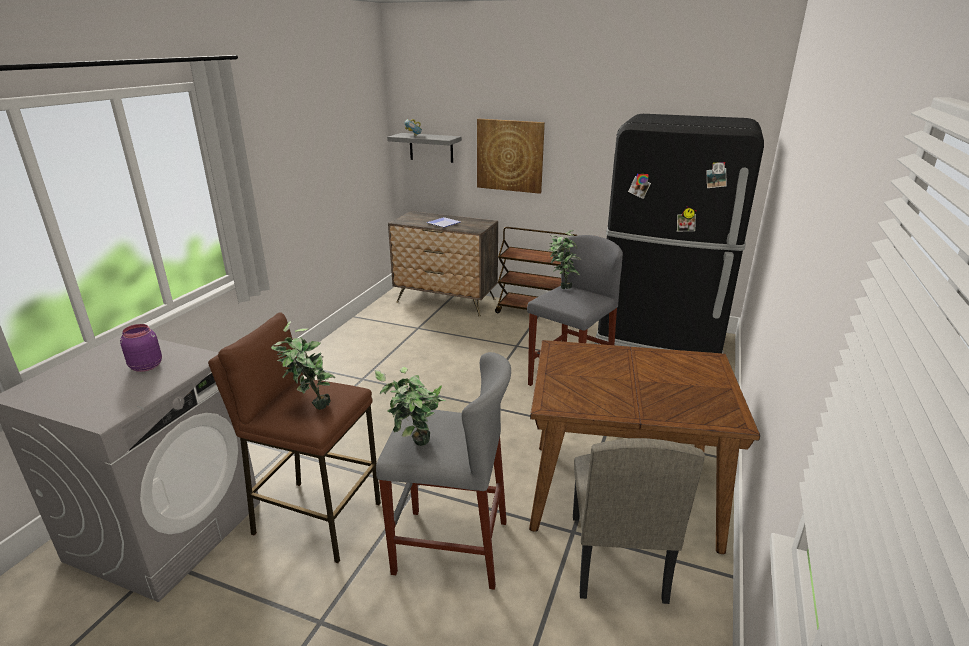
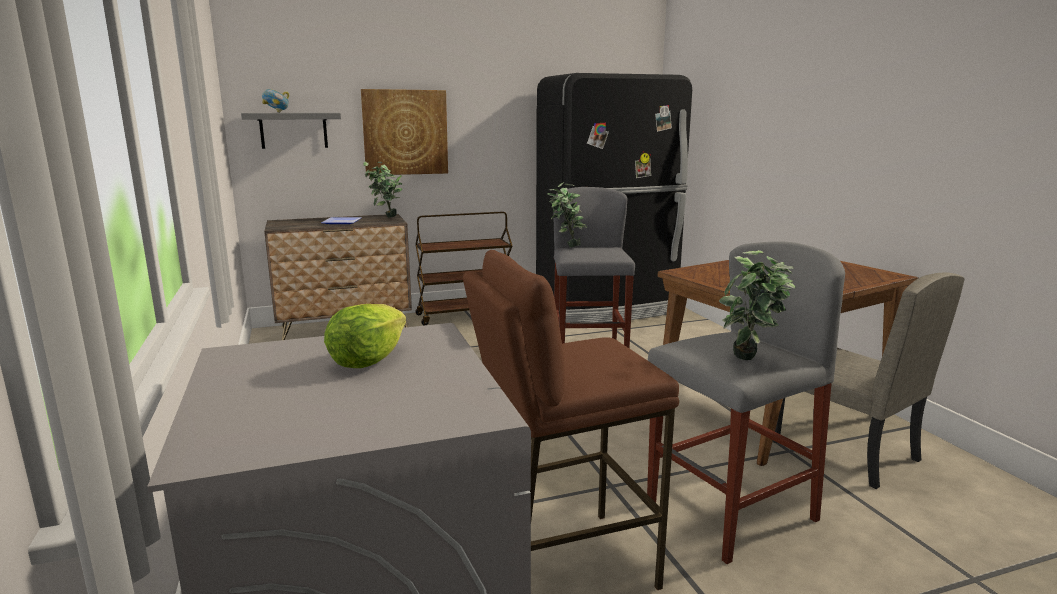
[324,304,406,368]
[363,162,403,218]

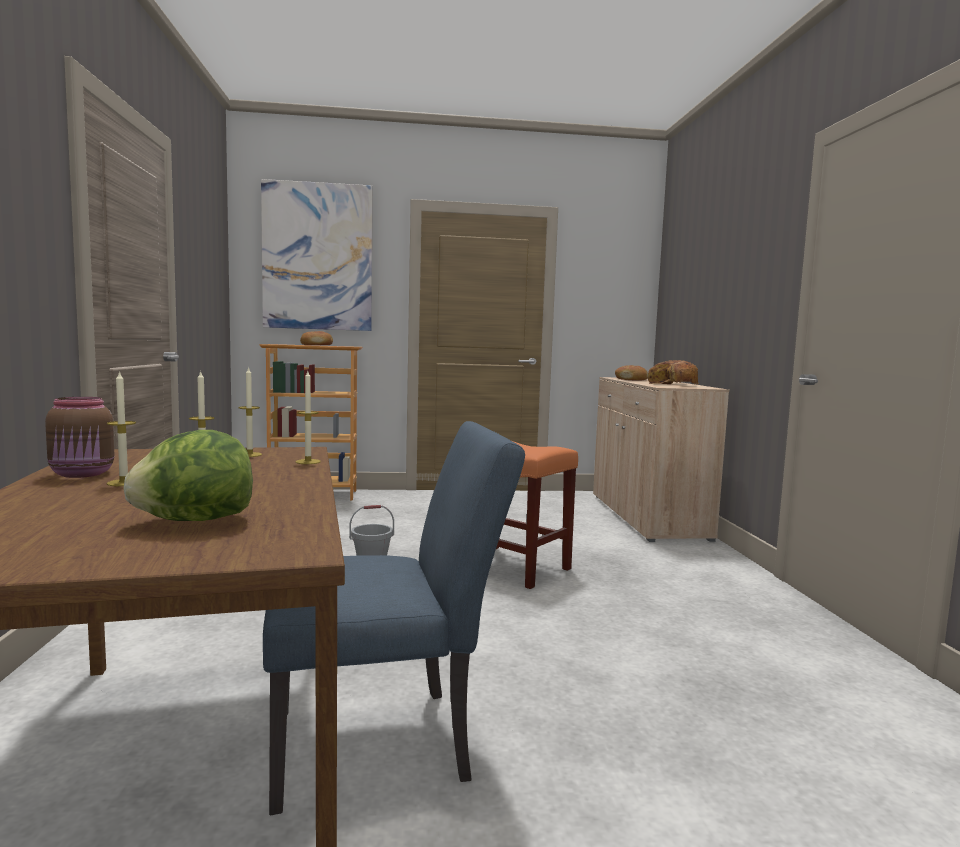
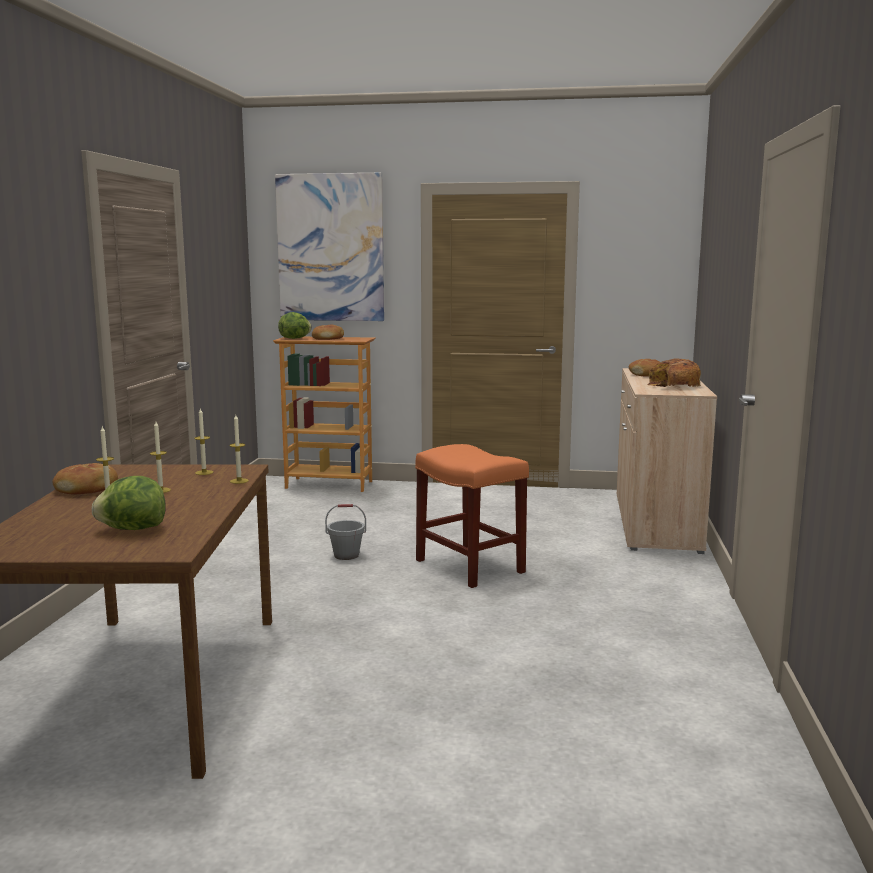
[52,463,118,494]
[263,421,525,815] (first image)
[278,312,312,339]

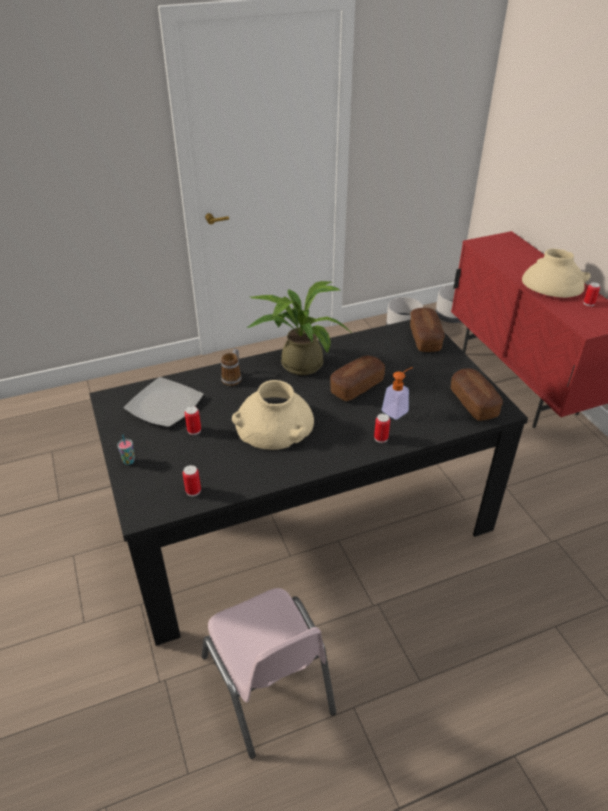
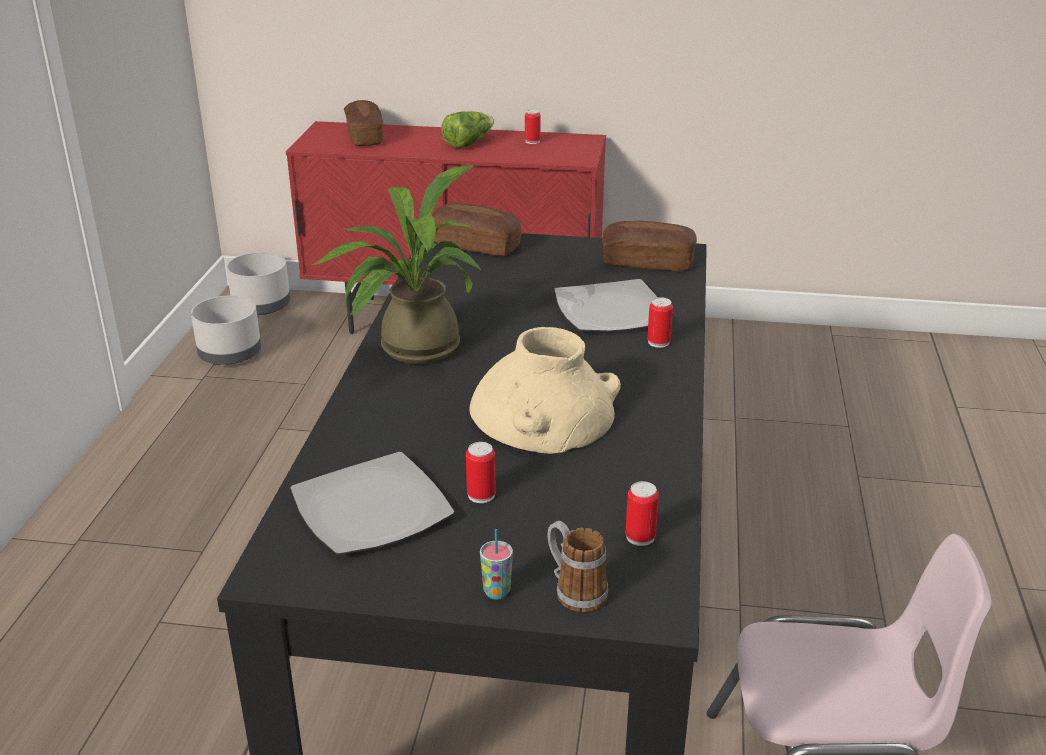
[548,521,608,612]
[344,100,383,146]
[554,279,658,332]
[441,111,494,149]

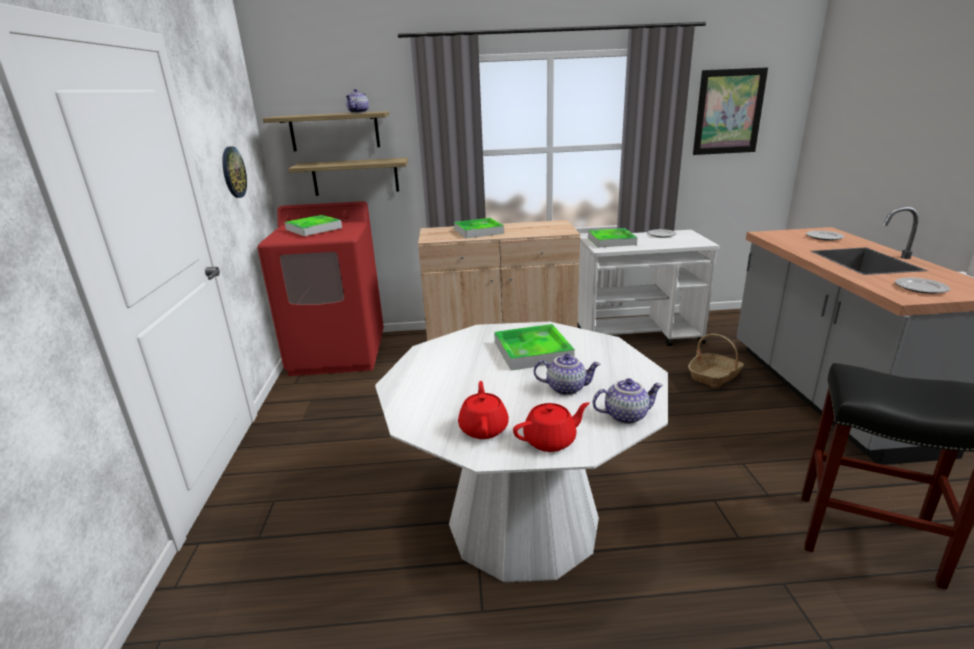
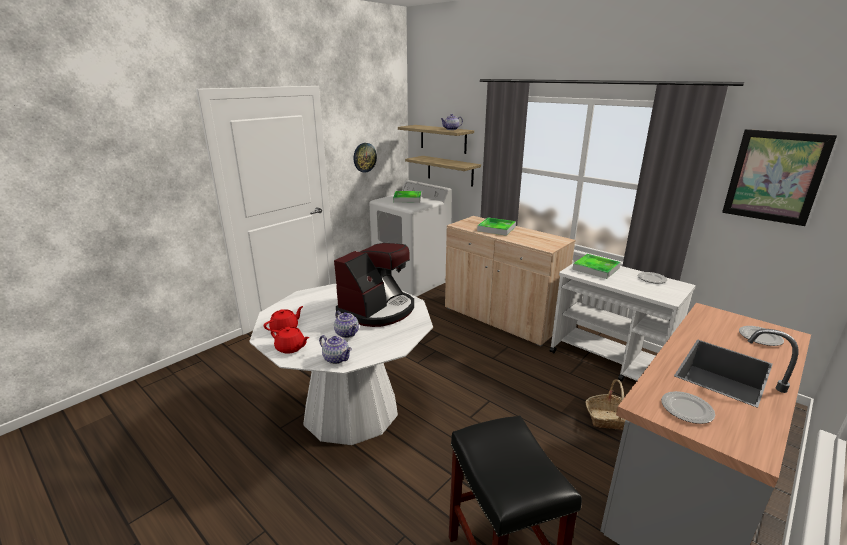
[369,180,452,297]
[334,243,414,327]

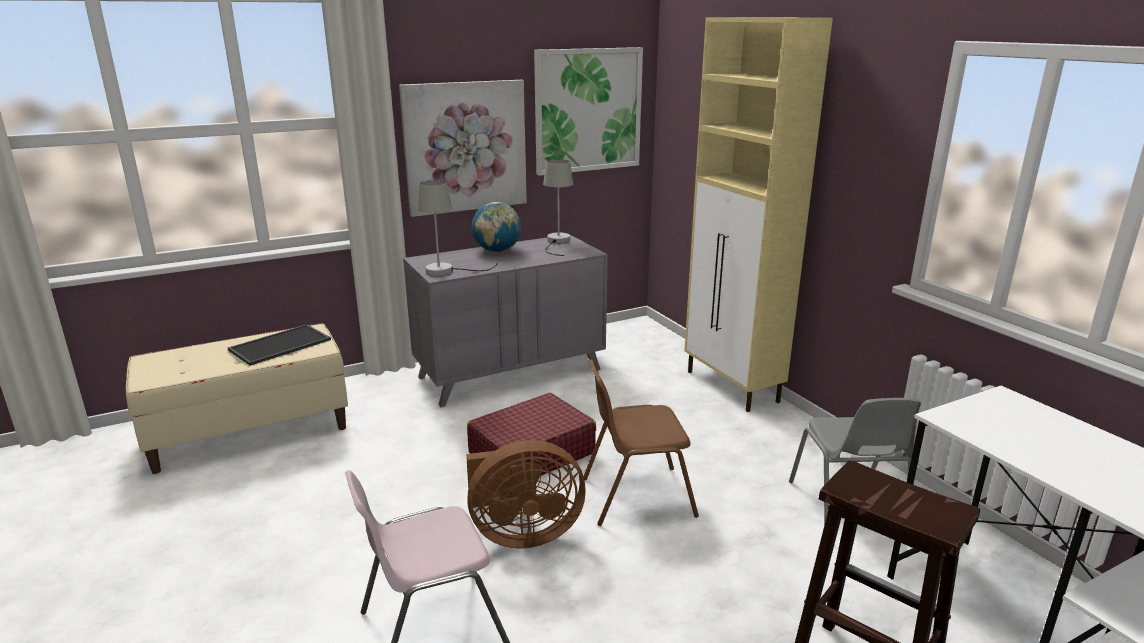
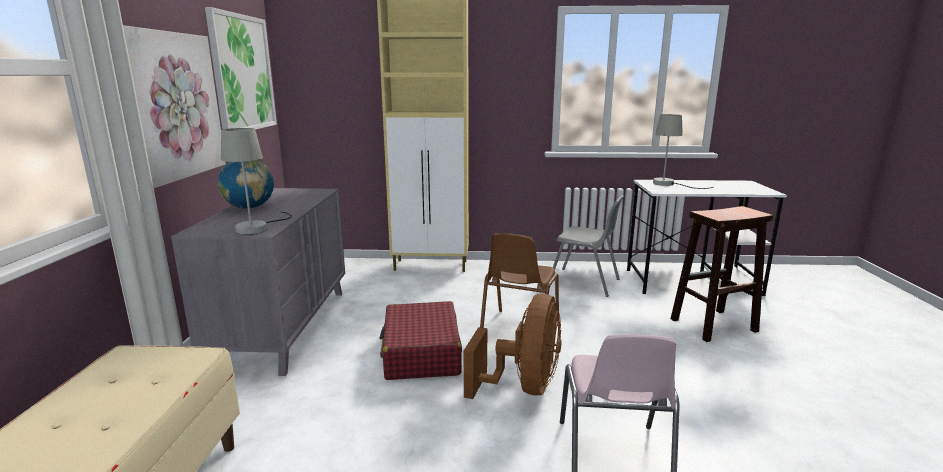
[228,324,331,366] (first image)
[653,114,714,189]

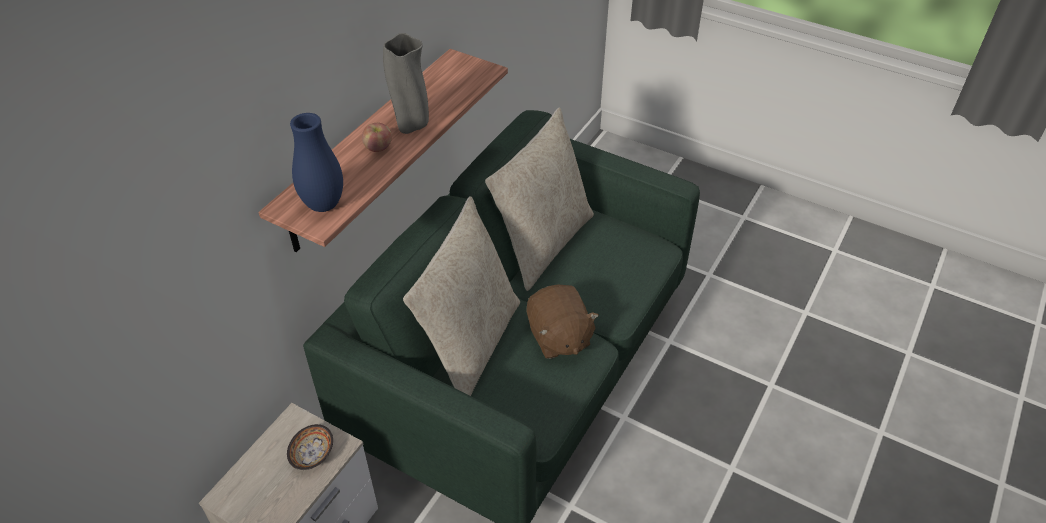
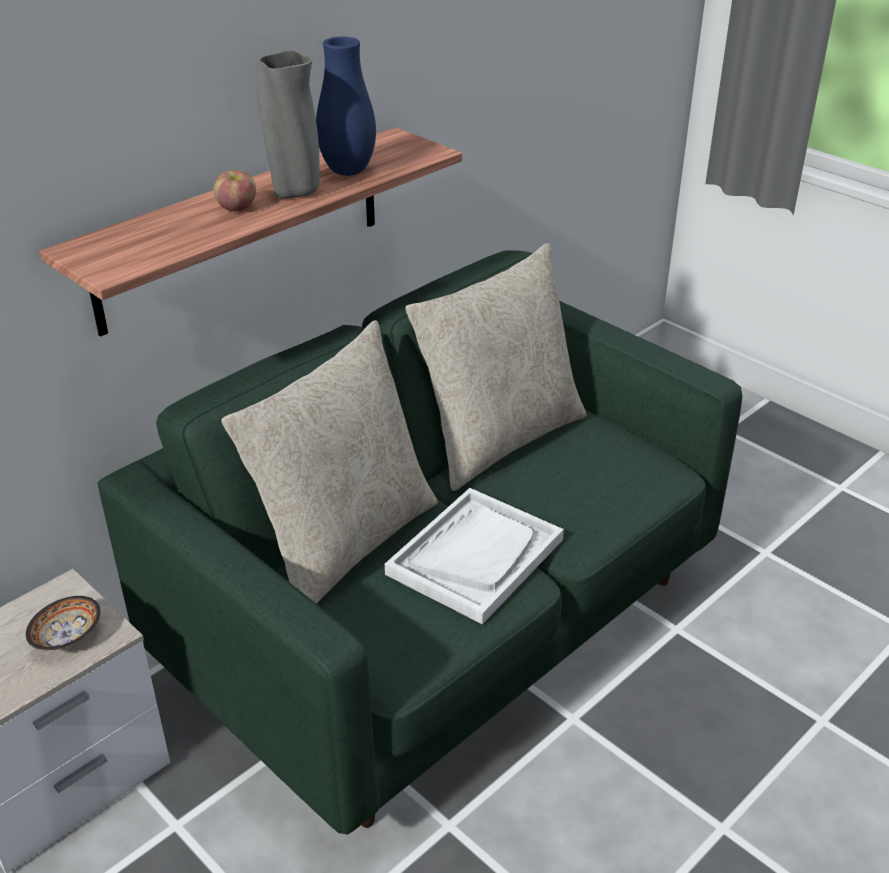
[316,37,376,176]
[385,488,564,624]

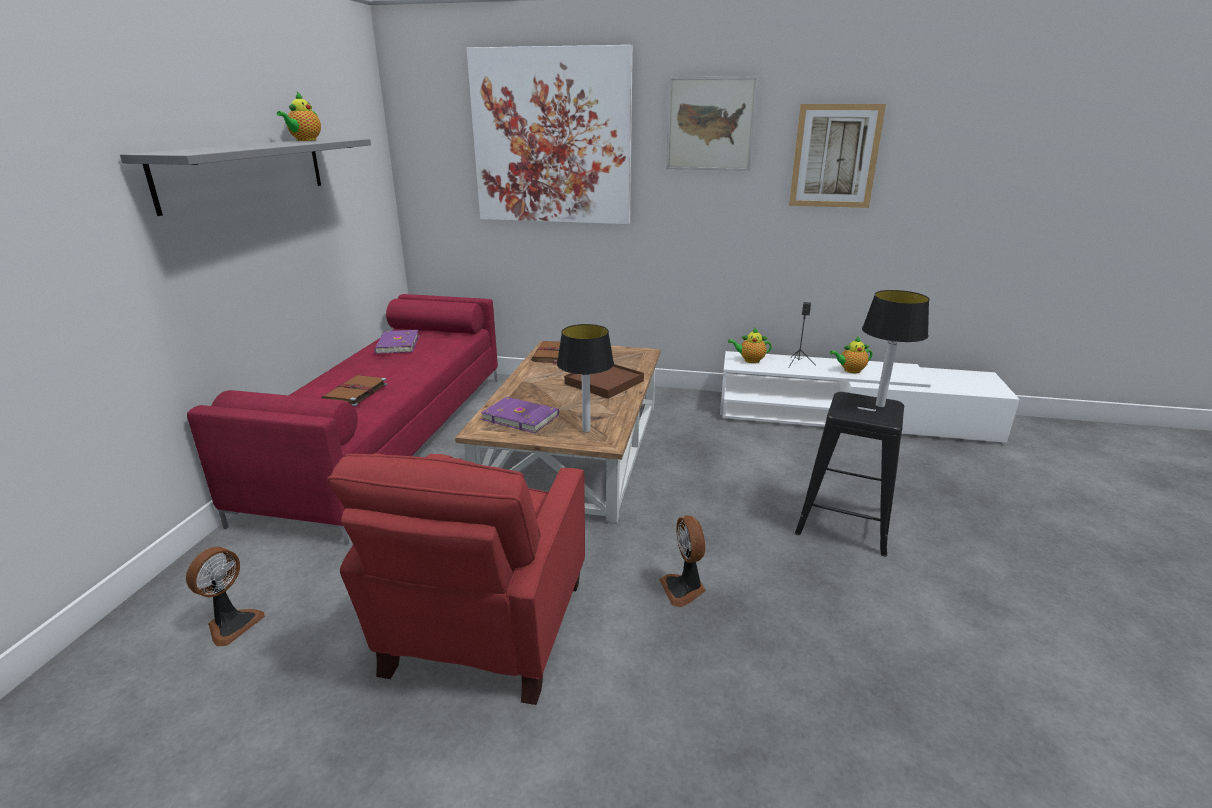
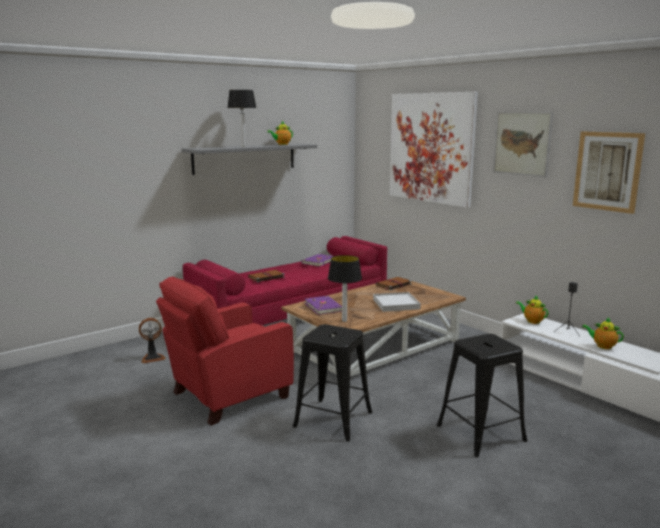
[373,292,421,312]
[293,324,372,442]
[227,90,256,147]

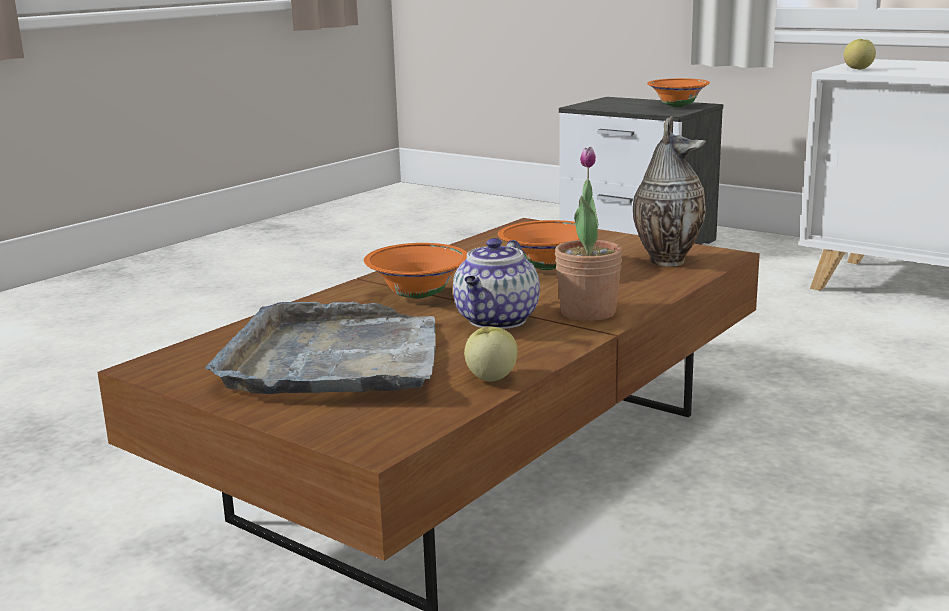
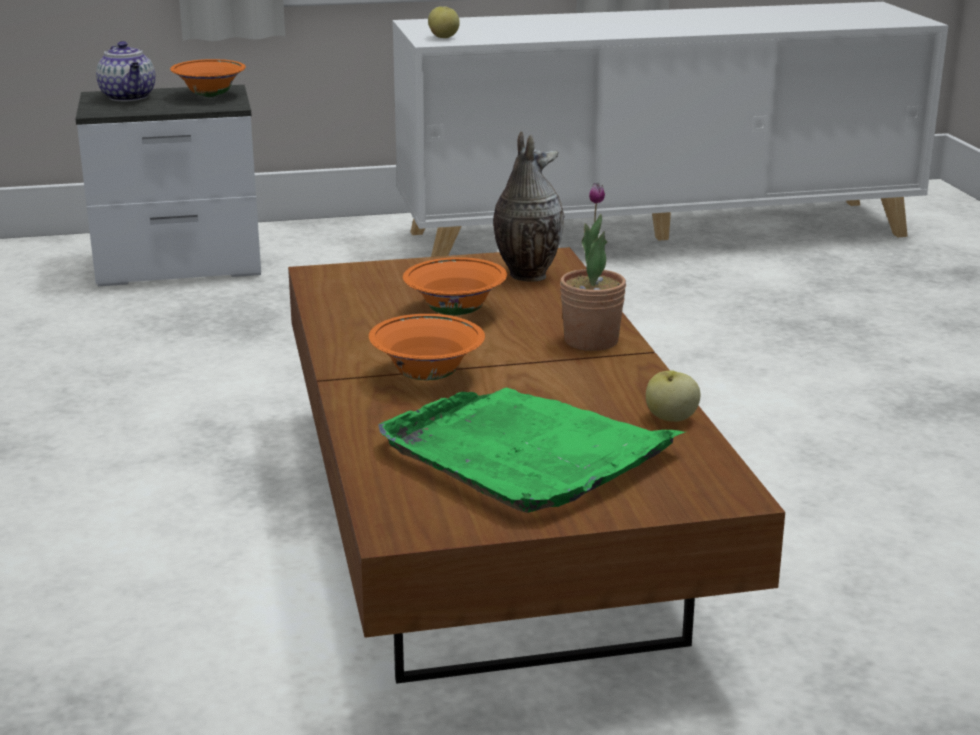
[378,388,685,513]
[96,41,156,102]

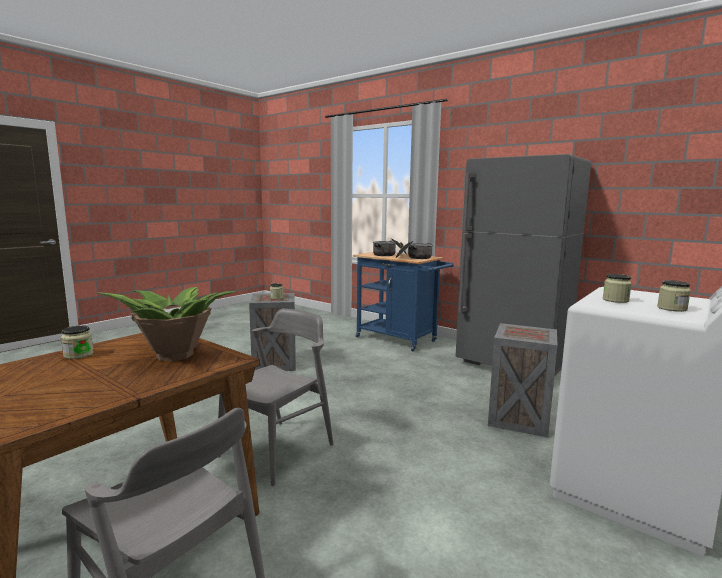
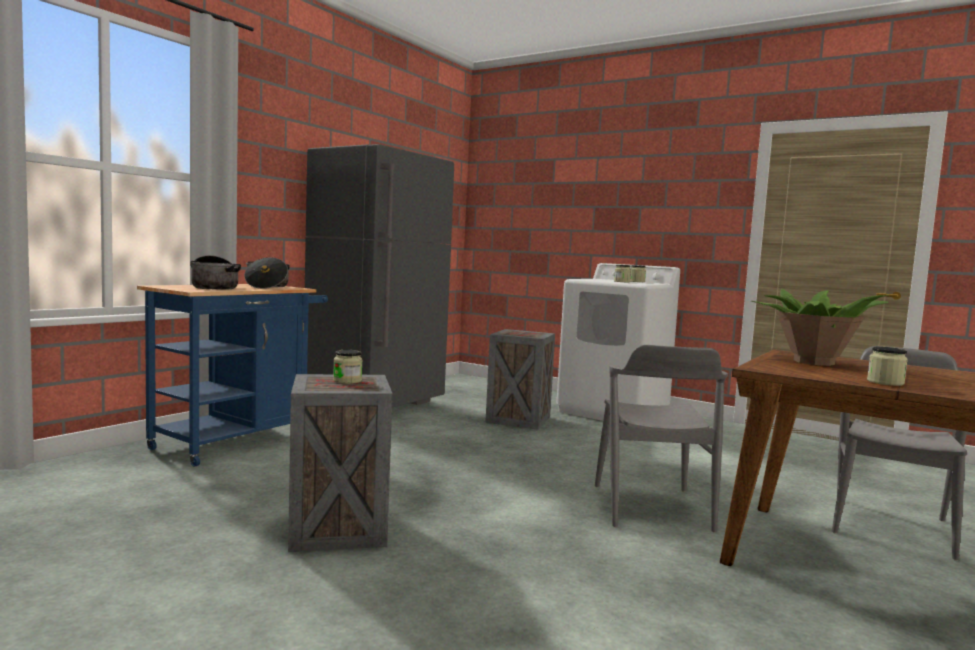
[595,345,728,533]

